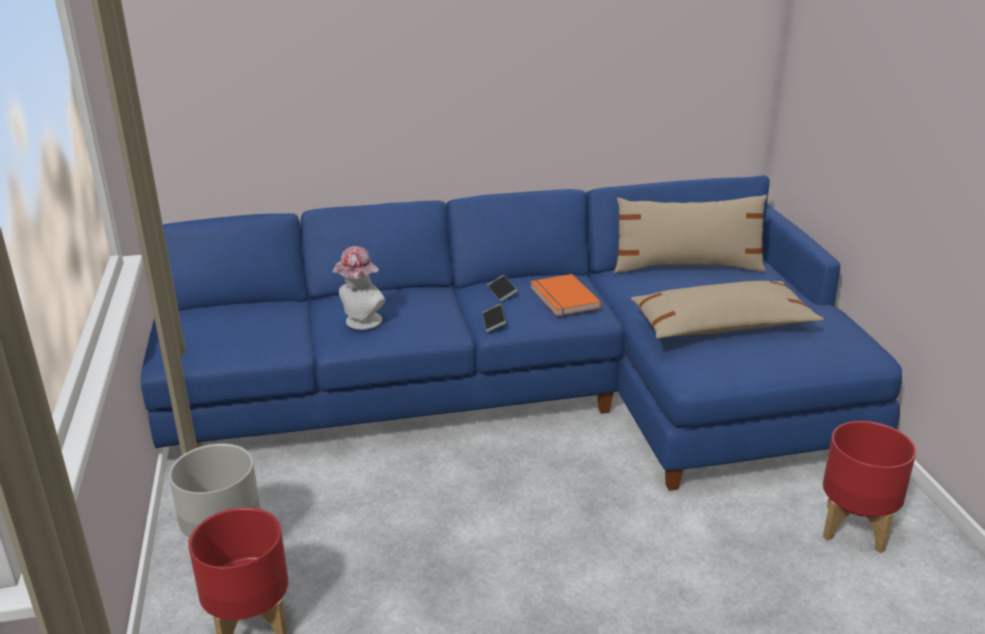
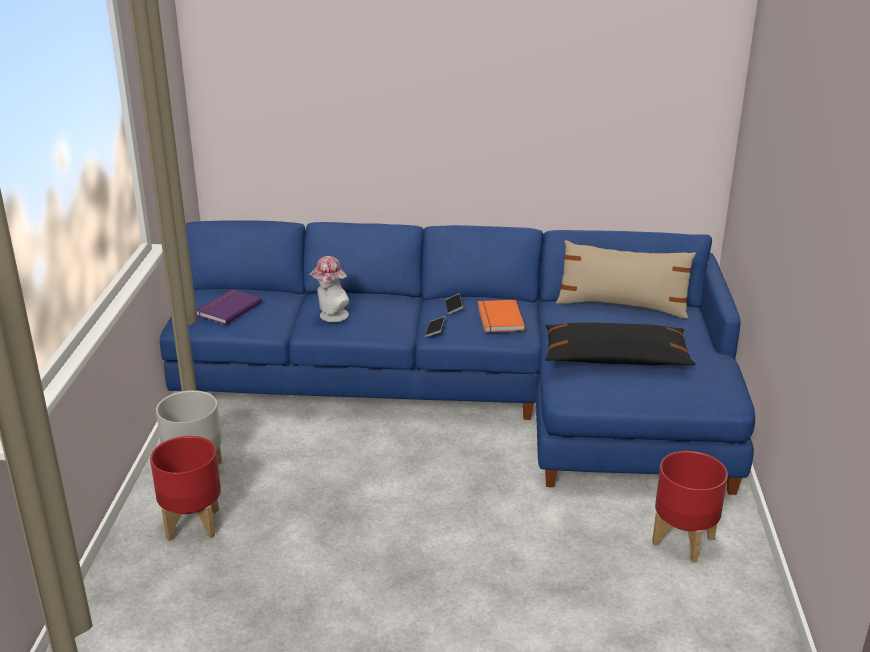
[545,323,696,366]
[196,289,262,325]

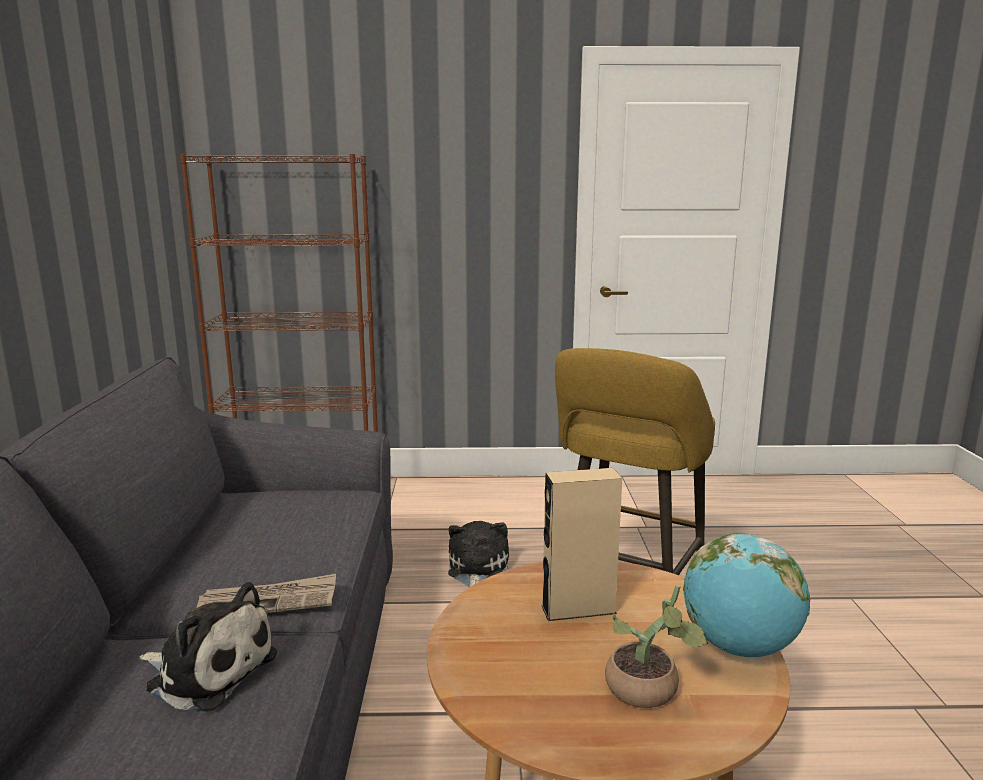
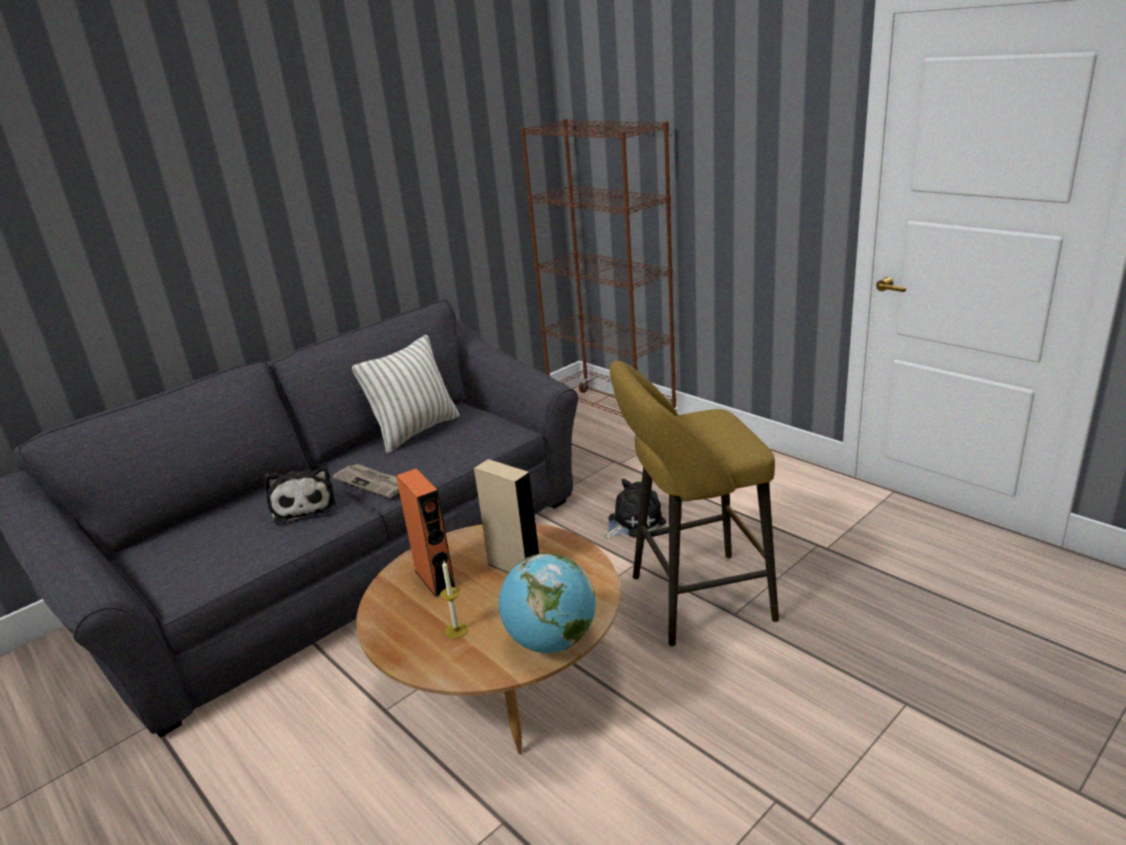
[440,561,468,639]
[352,335,460,453]
[396,468,455,597]

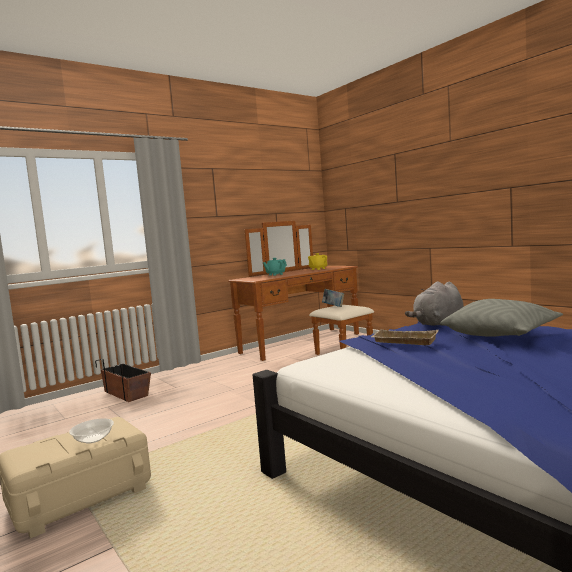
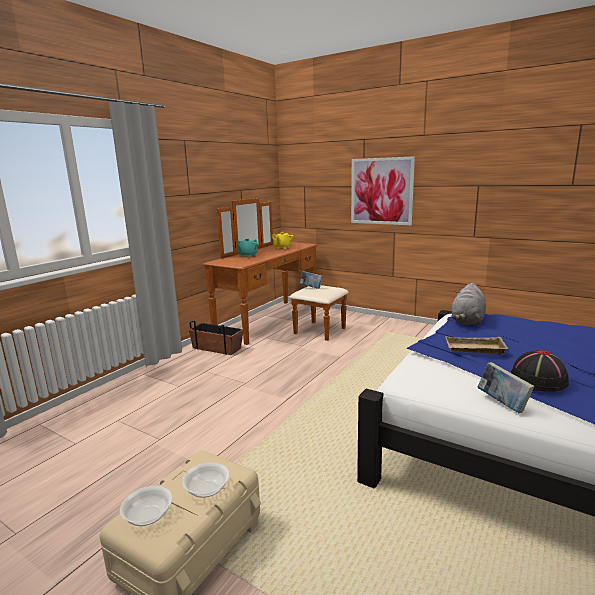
[189,320,244,355]
[440,299,563,337] (first image)
[120,486,172,526]
[351,156,415,225]
[477,362,534,413]
[510,350,569,392]

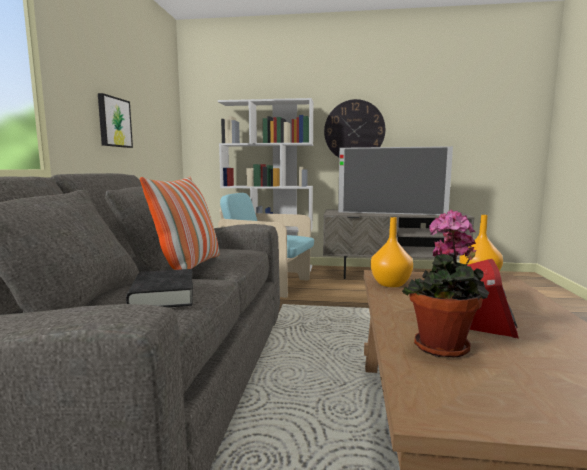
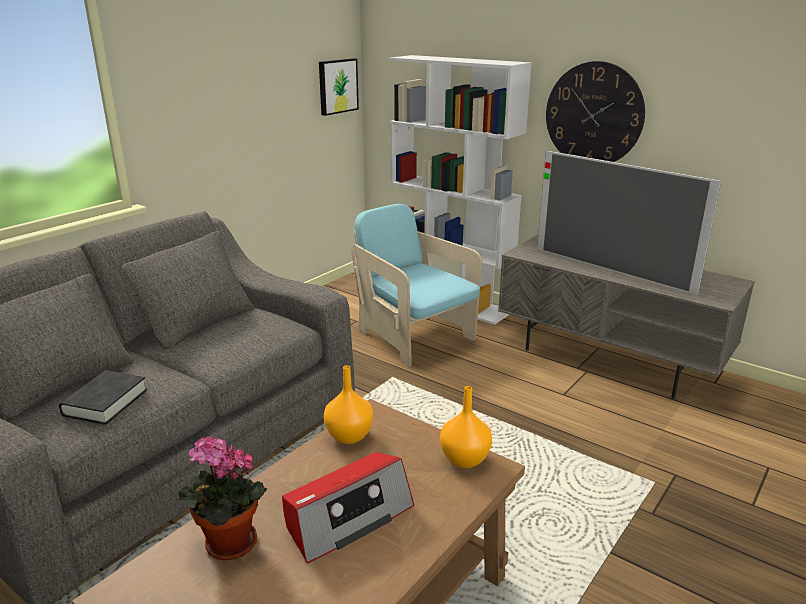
[319,58,359,116]
[140,177,219,270] (first image)

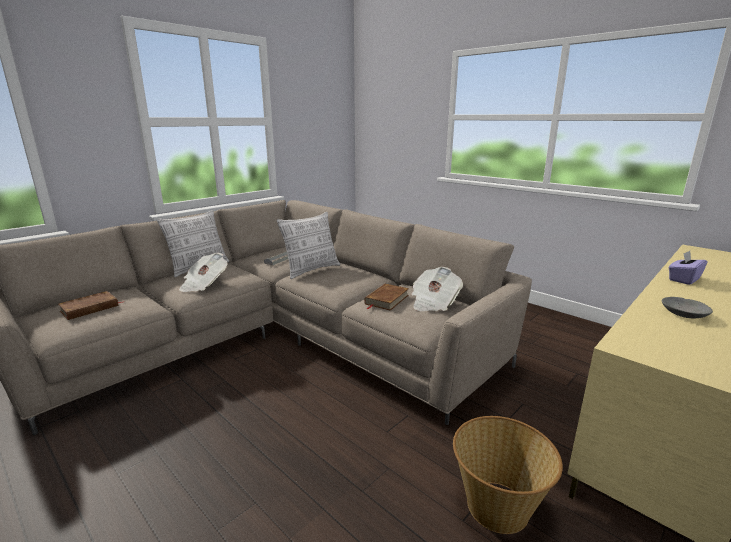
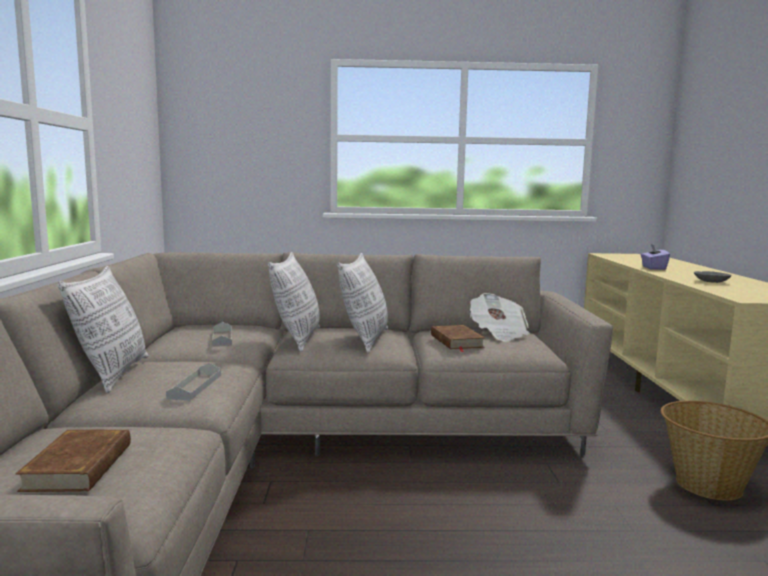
[166,363,221,401]
[337,253,388,353]

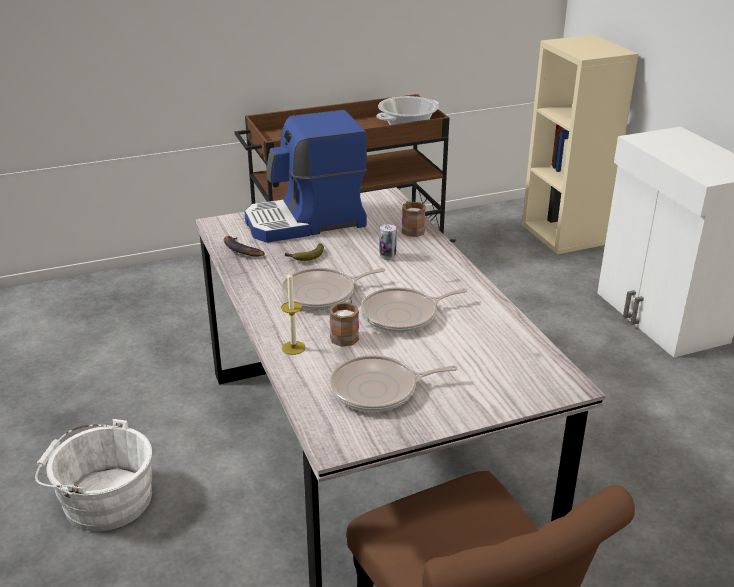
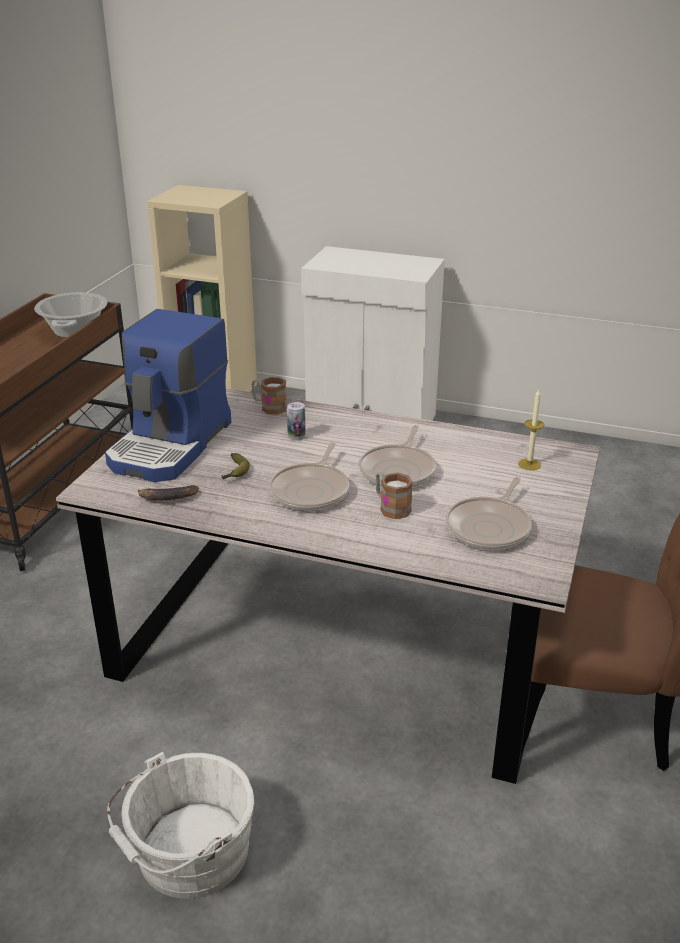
[518,389,544,470]

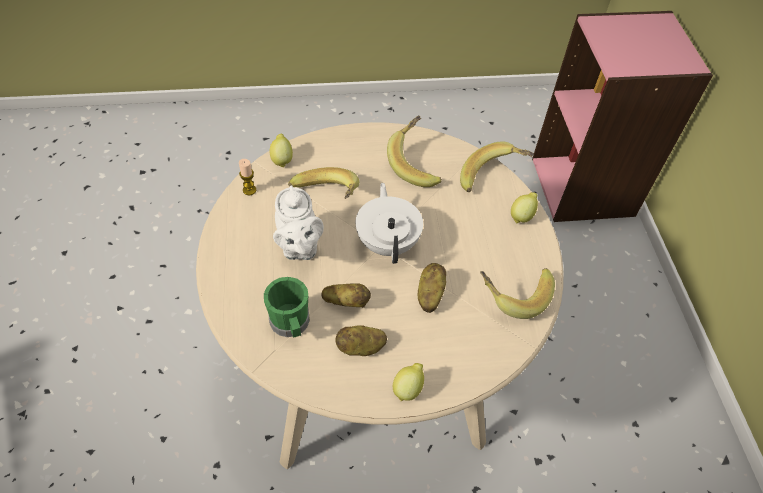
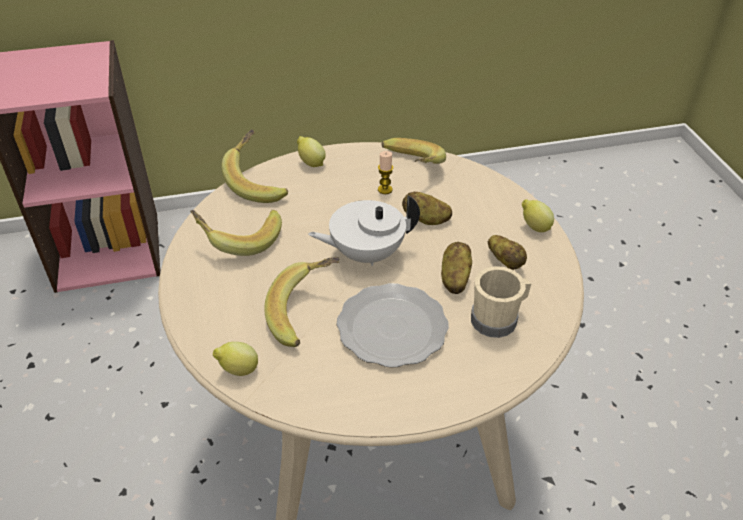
[378,151,393,194]
[471,266,531,338]
[337,283,449,368]

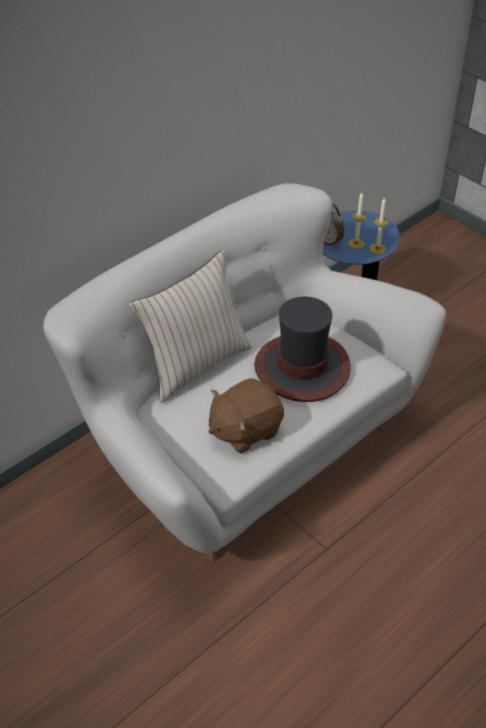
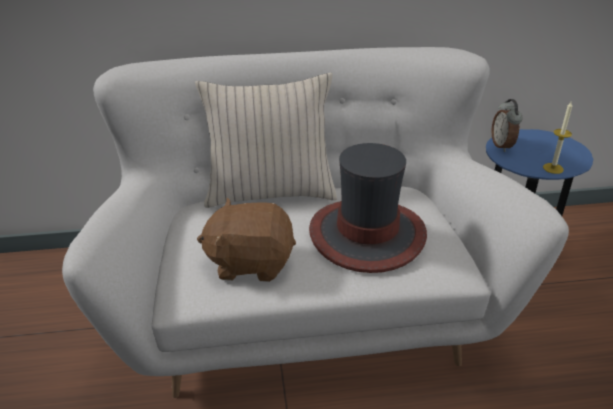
[348,193,366,249] (first image)

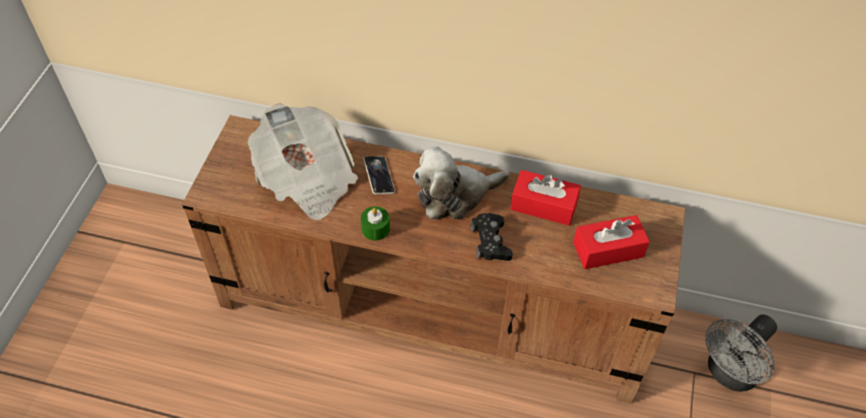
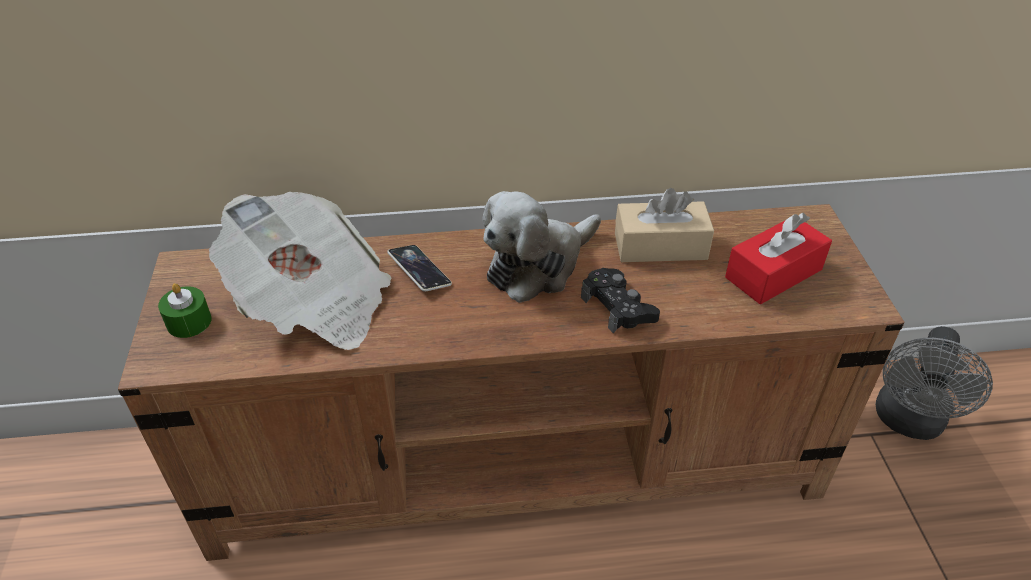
[158,283,212,338]
[615,188,714,262]

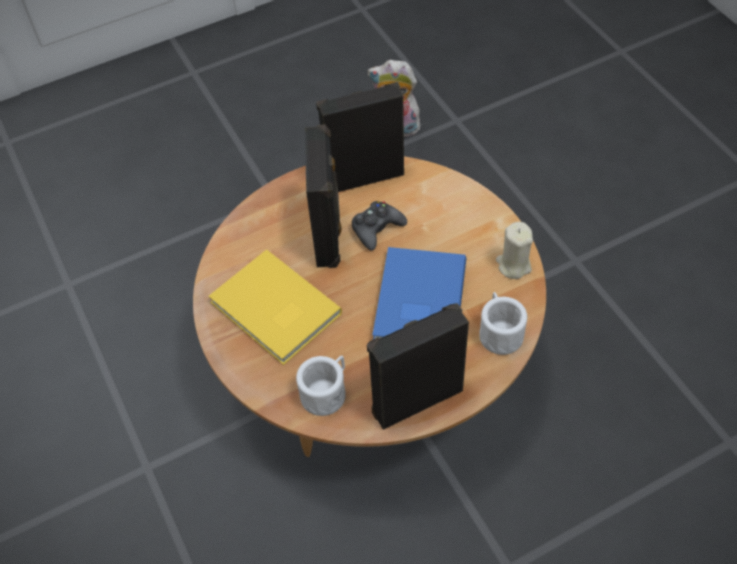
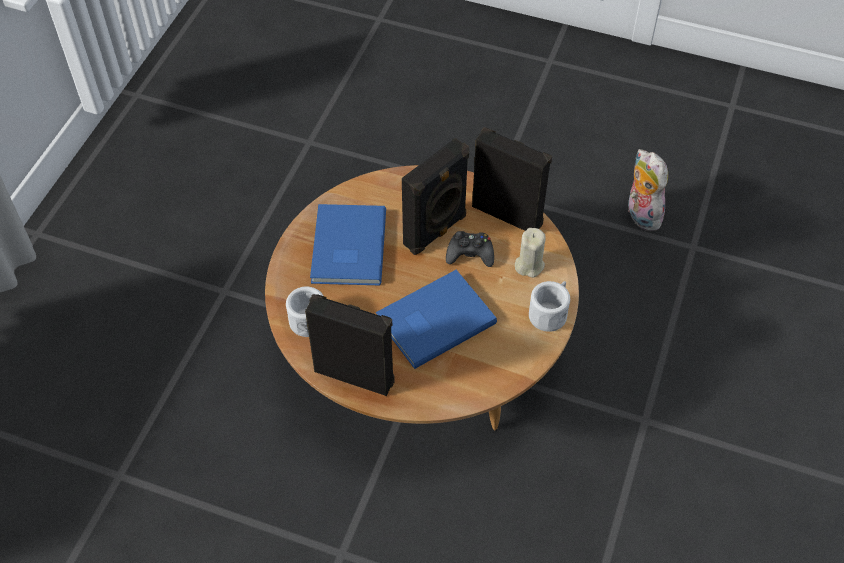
[310,204,386,285]
[529,281,570,332]
[515,228,546,278]

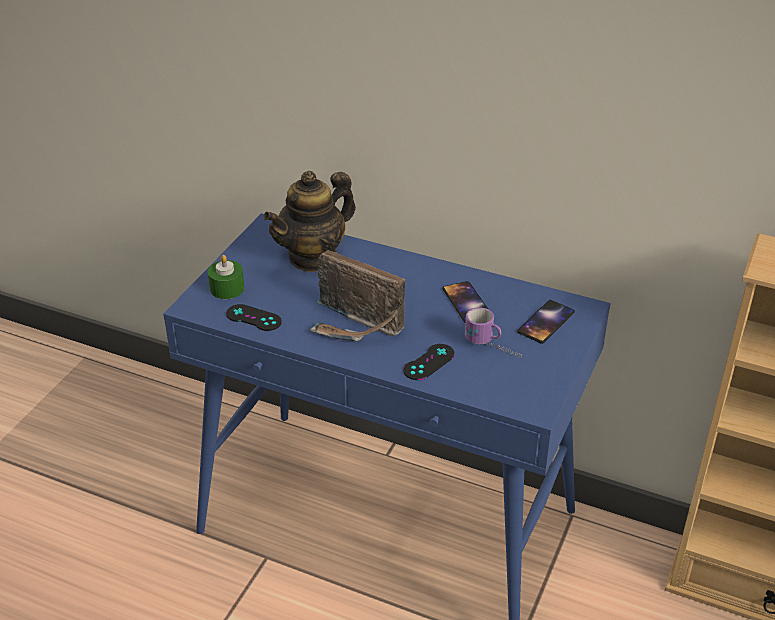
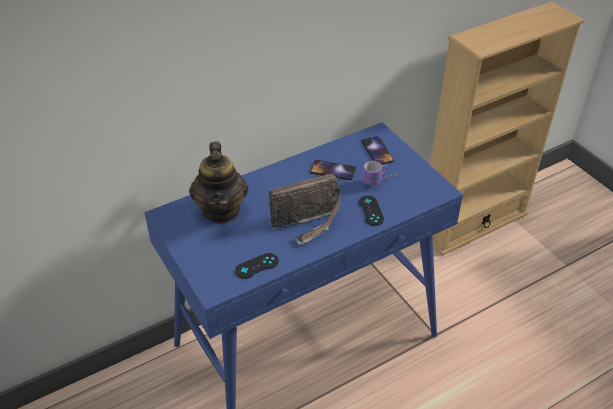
[208,255,244,299] (first image)

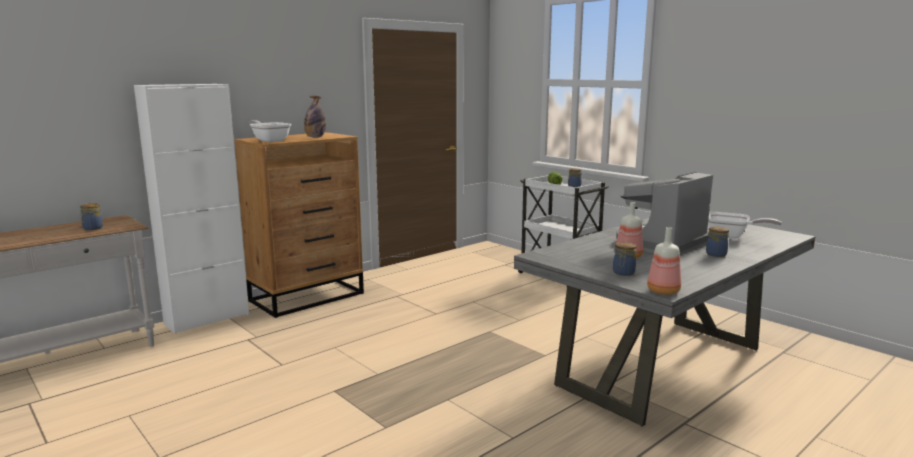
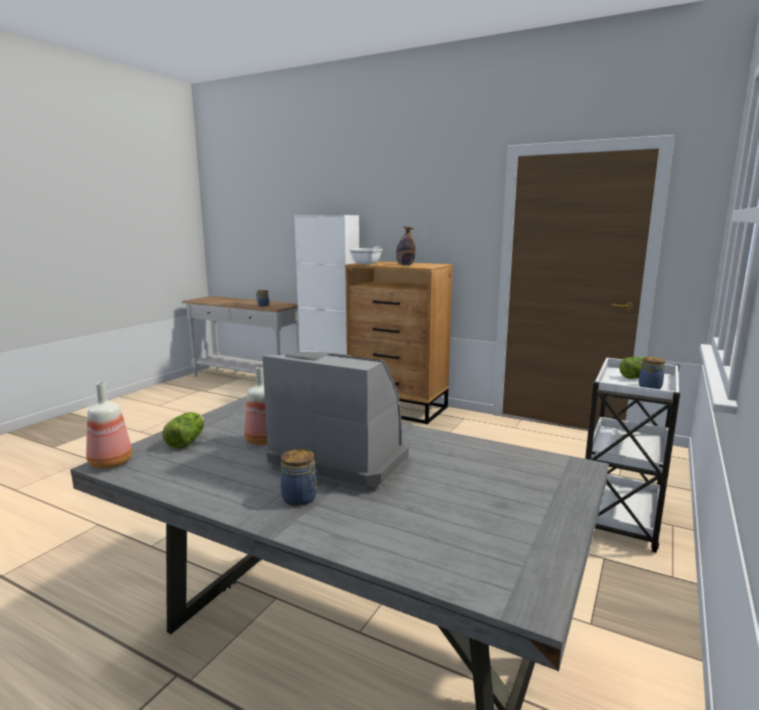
[163,412,204,449]
[708,212,782,239] (first image)

